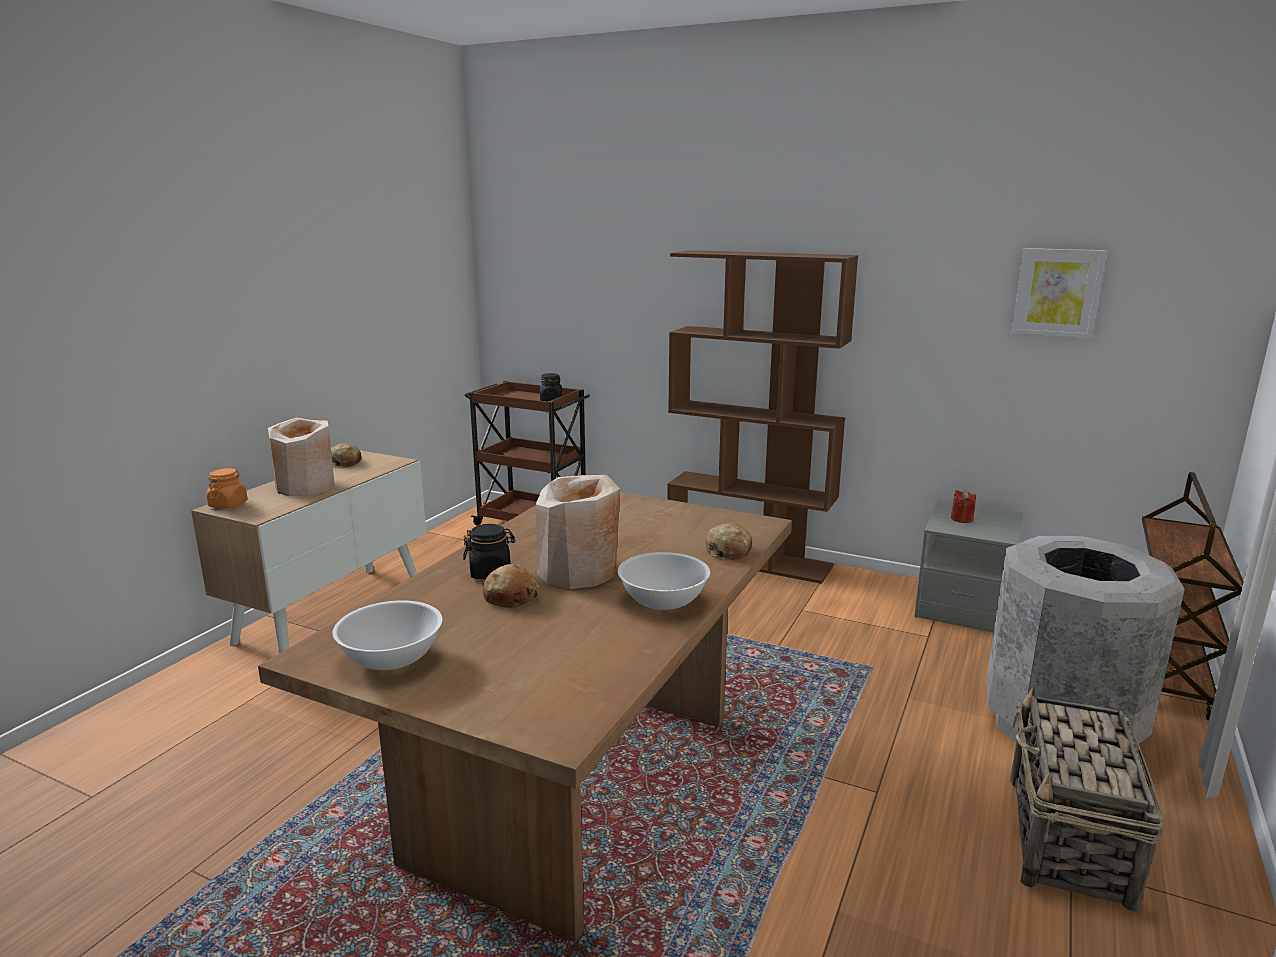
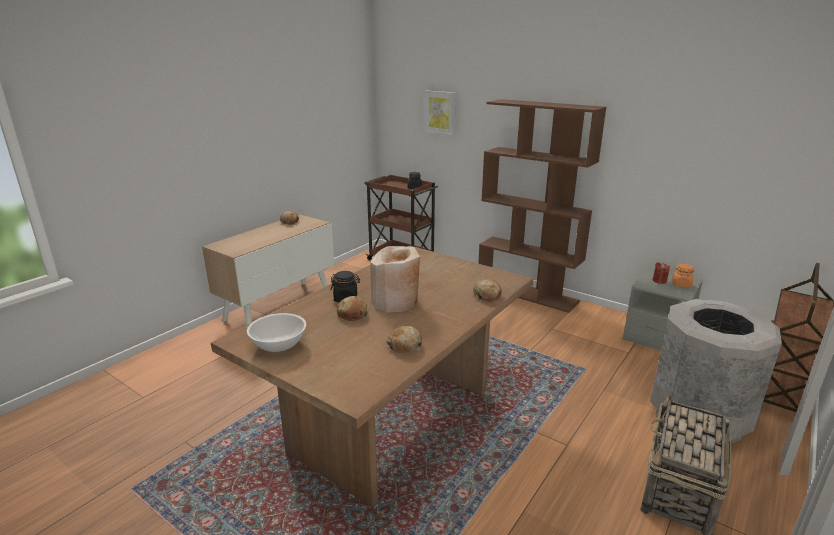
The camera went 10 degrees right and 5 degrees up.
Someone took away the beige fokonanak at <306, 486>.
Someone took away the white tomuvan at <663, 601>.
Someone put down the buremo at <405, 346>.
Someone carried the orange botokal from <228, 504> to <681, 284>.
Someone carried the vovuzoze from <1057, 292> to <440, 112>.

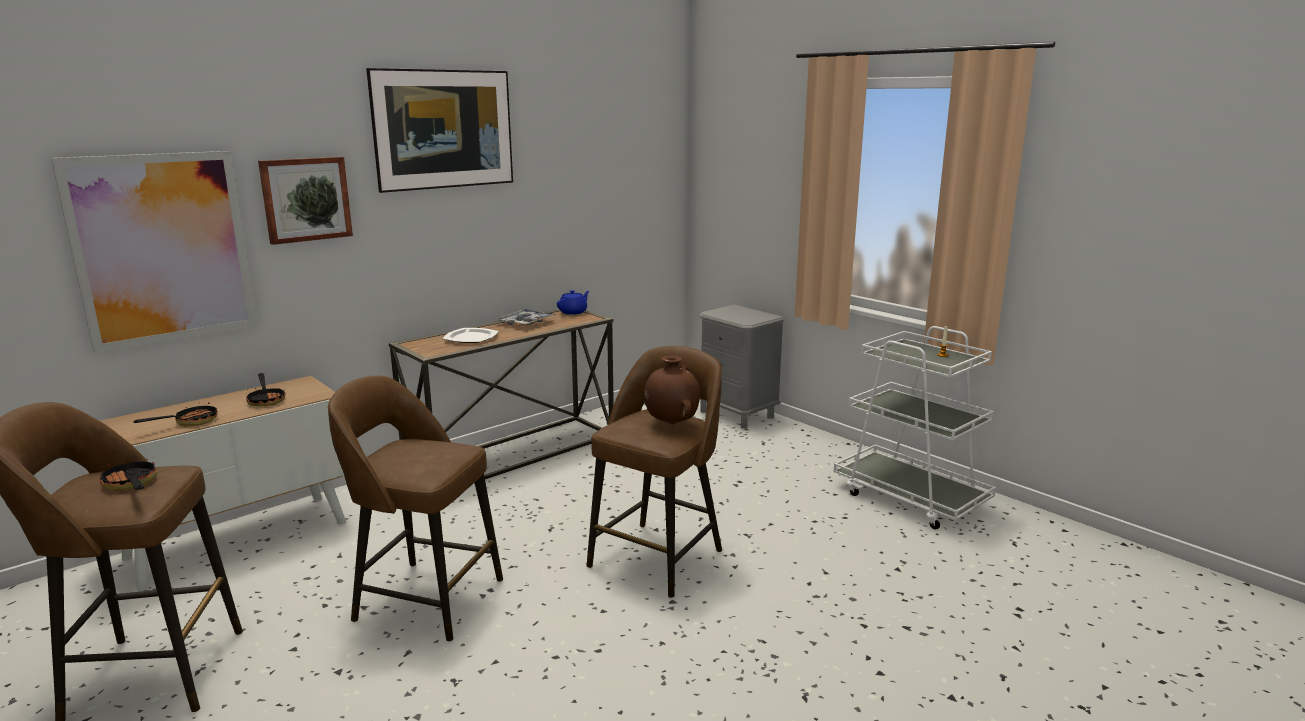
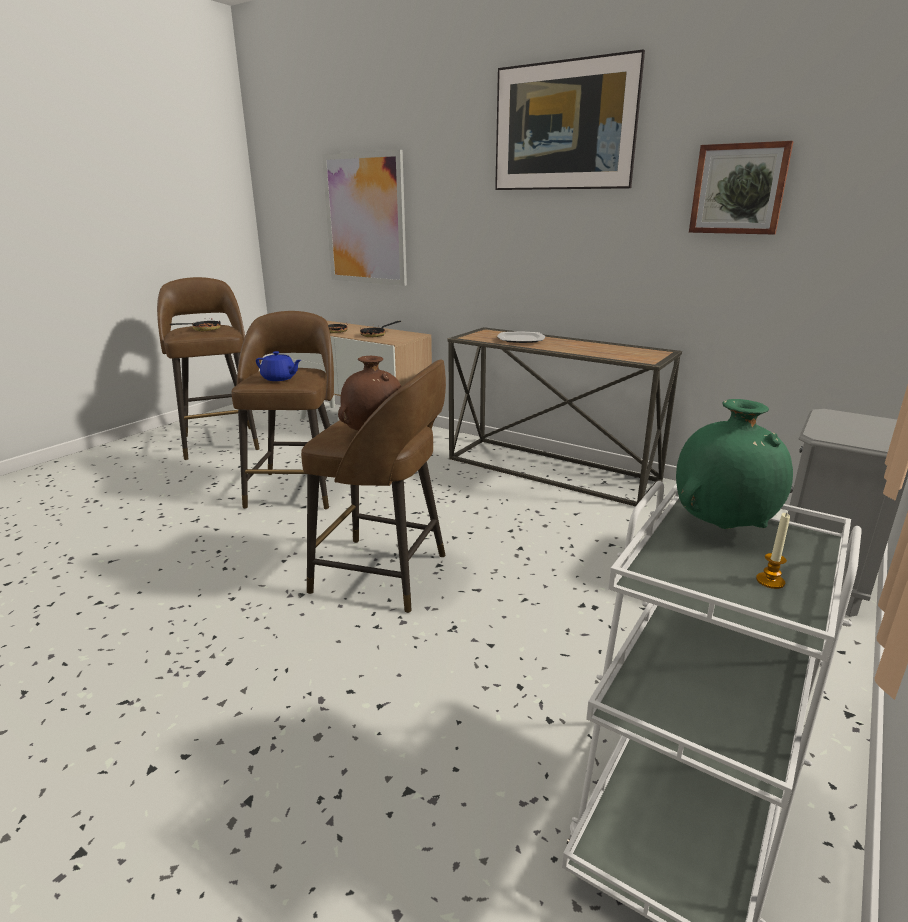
The camera went 75 degrees right and 5 degrees up.
Someone took away the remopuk at <526, 323>.
Someone put down the green fokonanak at <722, 526>.
Someone carried the vovuzoze from <306, 199> to <739, 189>.
Someone carried the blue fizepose from <573, 312> to <279, 378>.

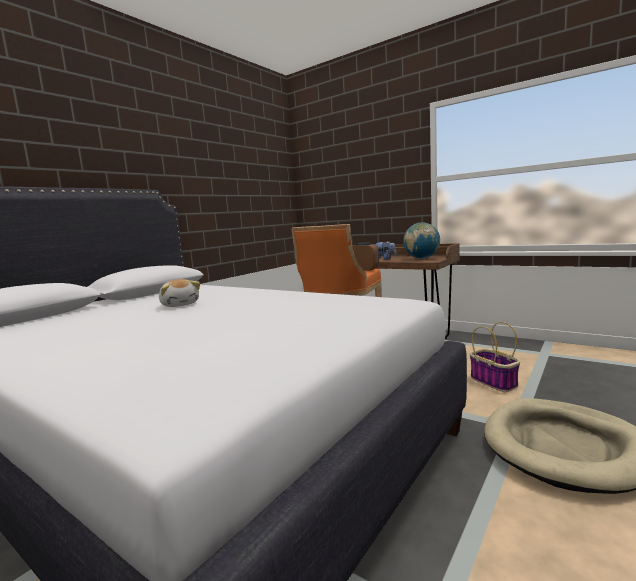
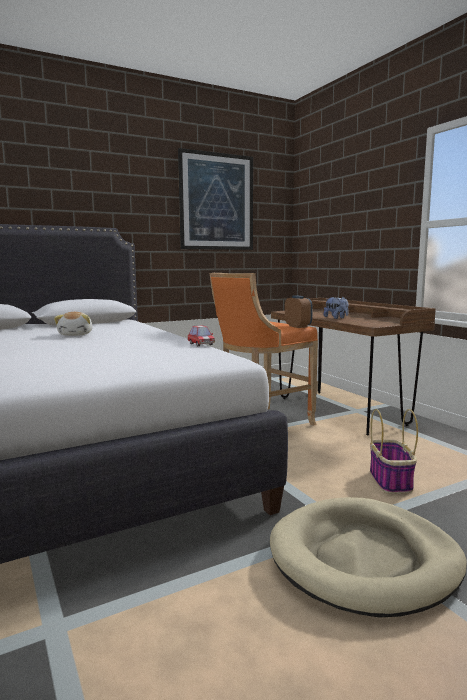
The camera went 25 degrees right and 0 degrees up.
Someone took away the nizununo at <421, 258>.
Someone put up the vovuzoze at <216, 202>.
Someone put down the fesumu at <201, 344>.

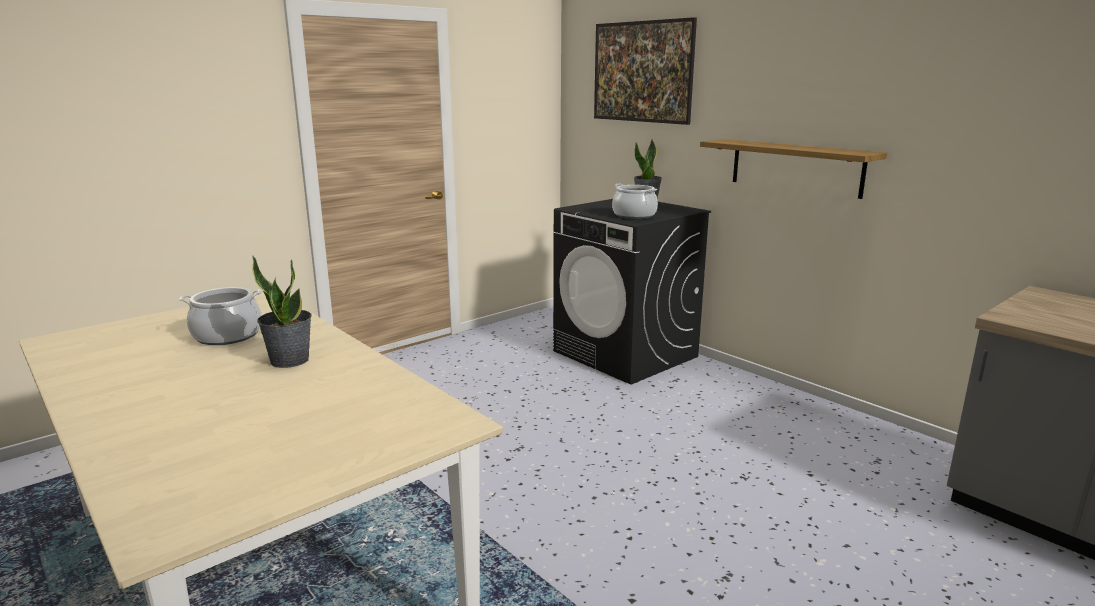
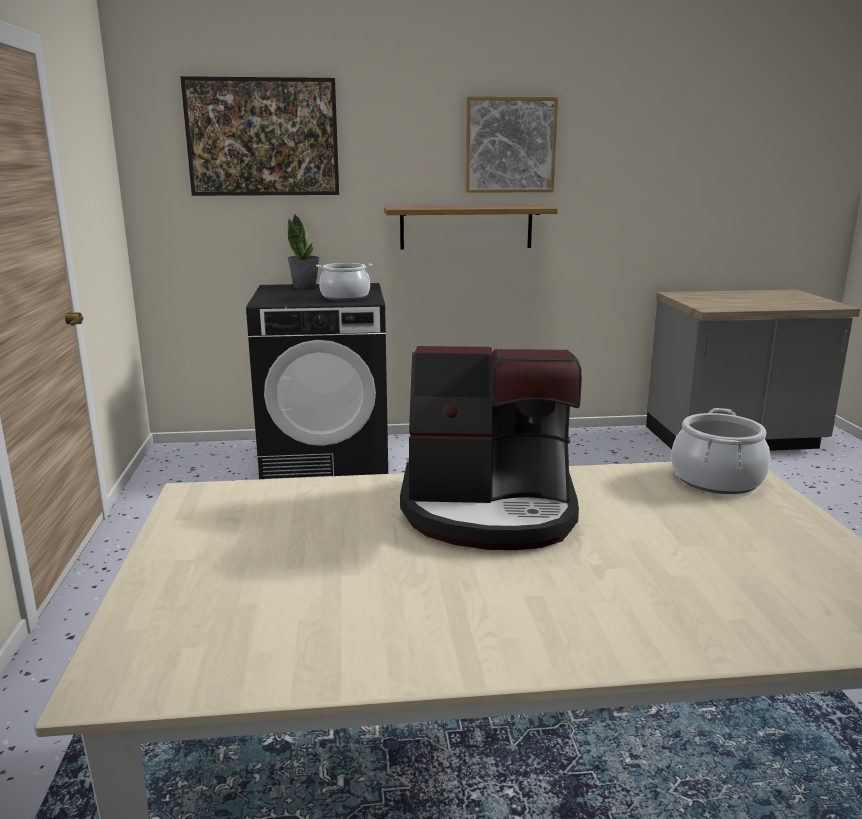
The camera went 55 degrees left and 0 degrees up.
Someone put up the vovuzoze at <510, 145>.
Someone carried the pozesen from <227, 335> to <716, 479>.
Someone swapped the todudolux at <289, 360> for the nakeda at <490, 510>.

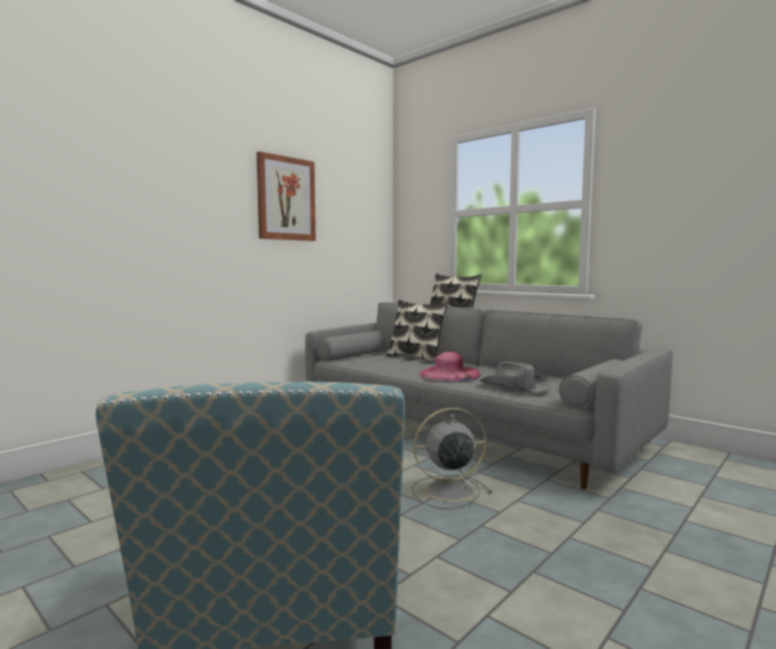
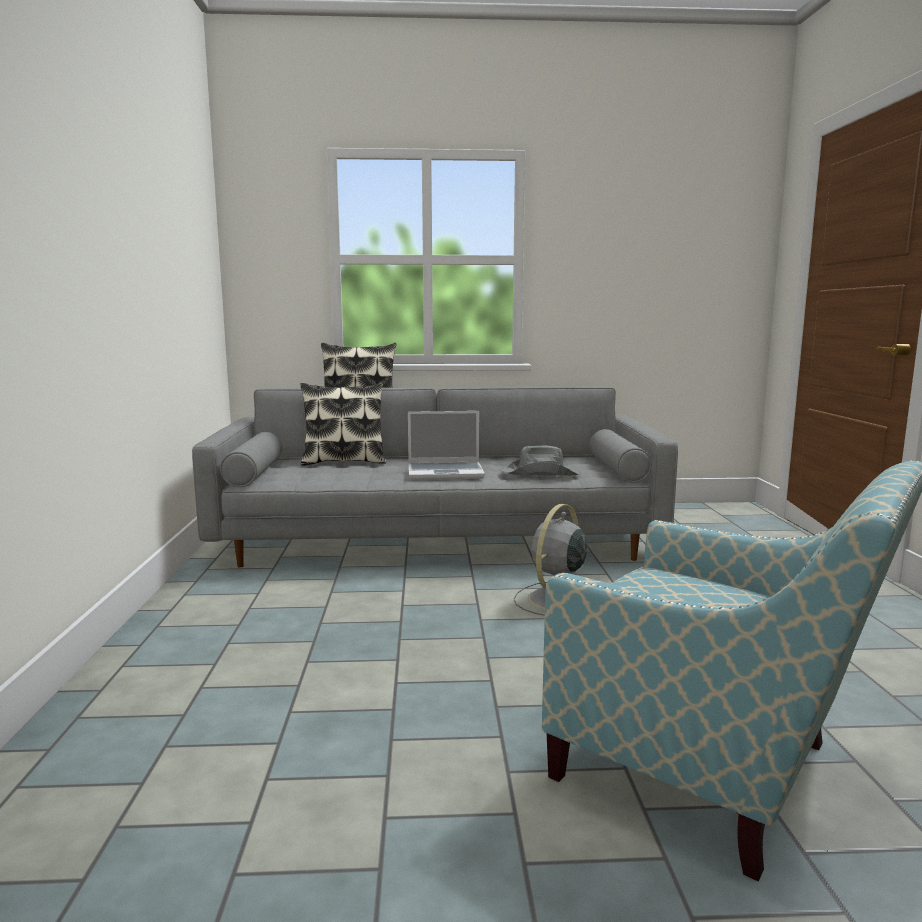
The camera went 45 degrees left and 5 degrees up.
Someone took away the vovuzoze at <286, 199>.
Someone swapped the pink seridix at <449, 374> for the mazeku at <446, 473>.

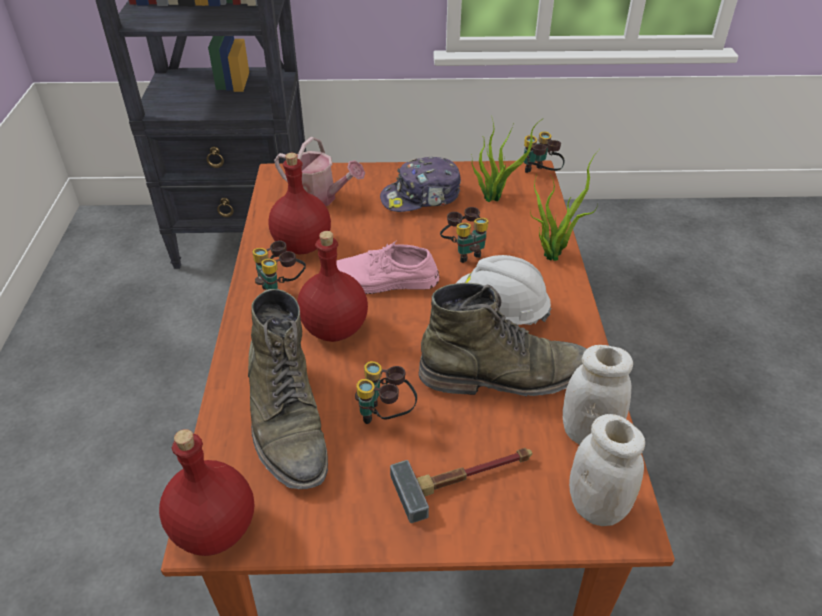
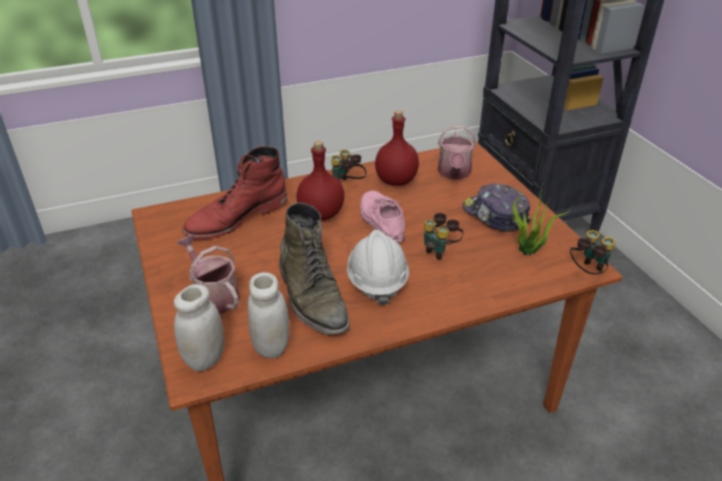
The camera went 70 degrees right and 5 degrees down.
Someone took away the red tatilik at <213, 530>.
Someone took away the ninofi at <385, 416>.
Someone took away the todudolux at <551, 253>.
Someone swapped the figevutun at <466, 478> for the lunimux at <213, 295>.
Someone repainted the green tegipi at <287, 421>, which became the red tegipi at <236, 217>.

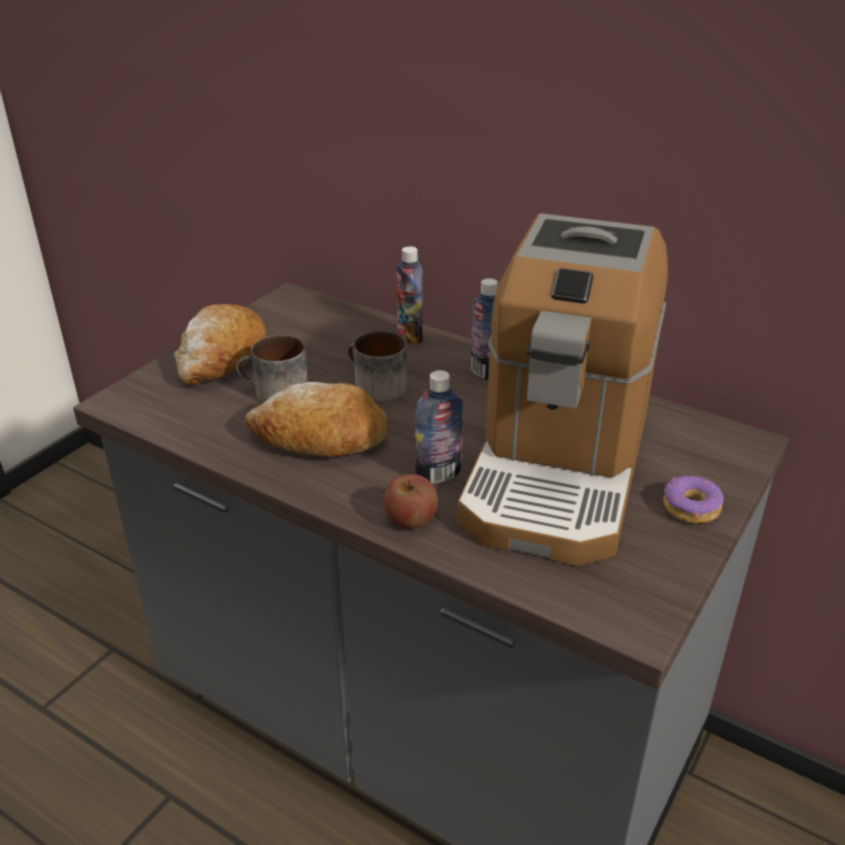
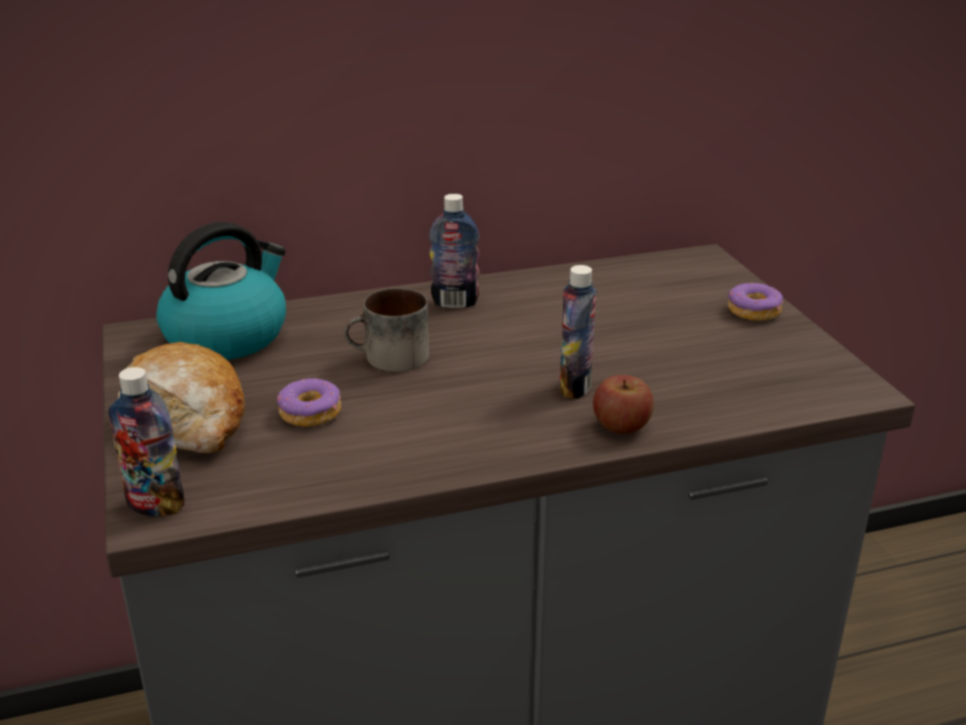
The camera went 50 degrees left and 5 degrees down.
Someone took away the buremo at <319, 438>.
Someone took away the nakeda at <558, 468>.
Someone put down the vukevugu at <227, 335>.
Someone carried the tatilik from <410, 336> to <155, 505>.
Someone swapped the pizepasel at <274, 393> for the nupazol at <310, 413>.

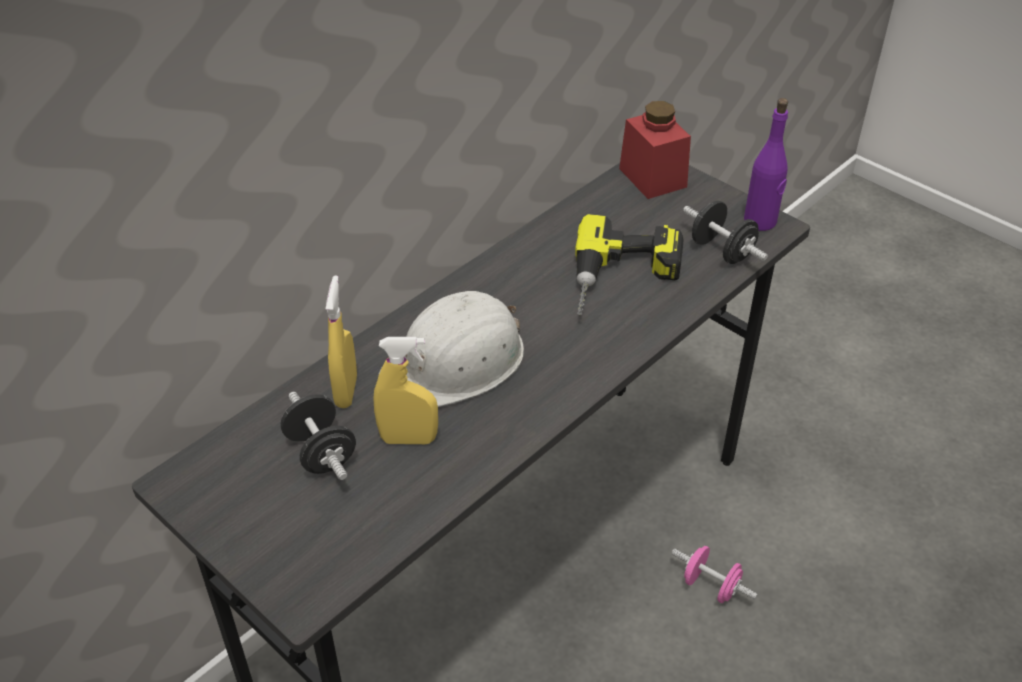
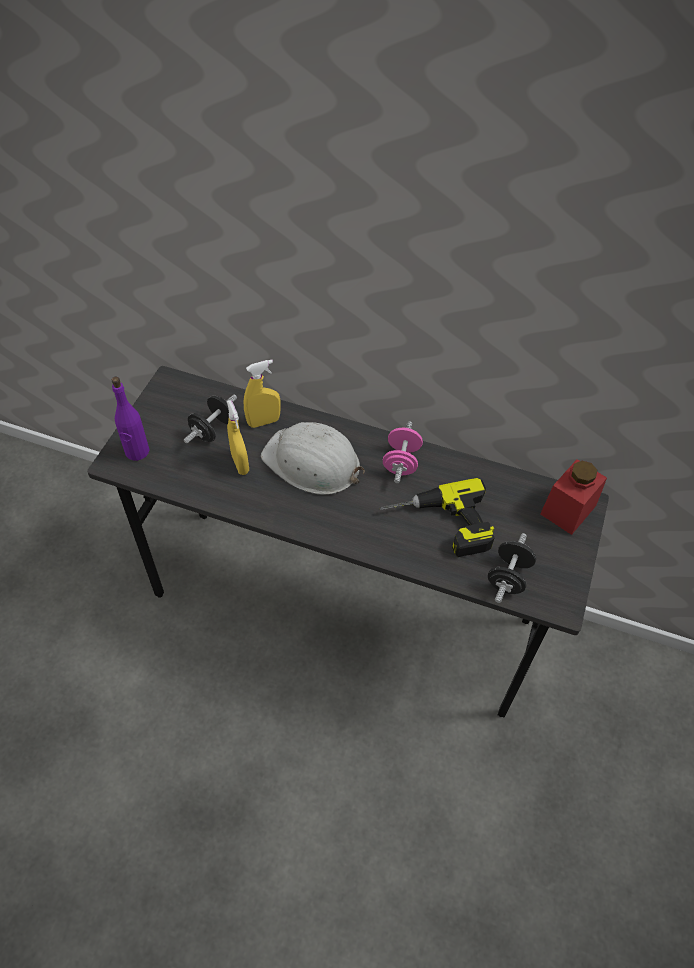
The camera went 65 degrees right and 10 degrees up.
Someone carried the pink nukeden from <710, 586> to <401, 462>.
Someone carried the purple tatilik from <760, 221> to <137, 451>.

